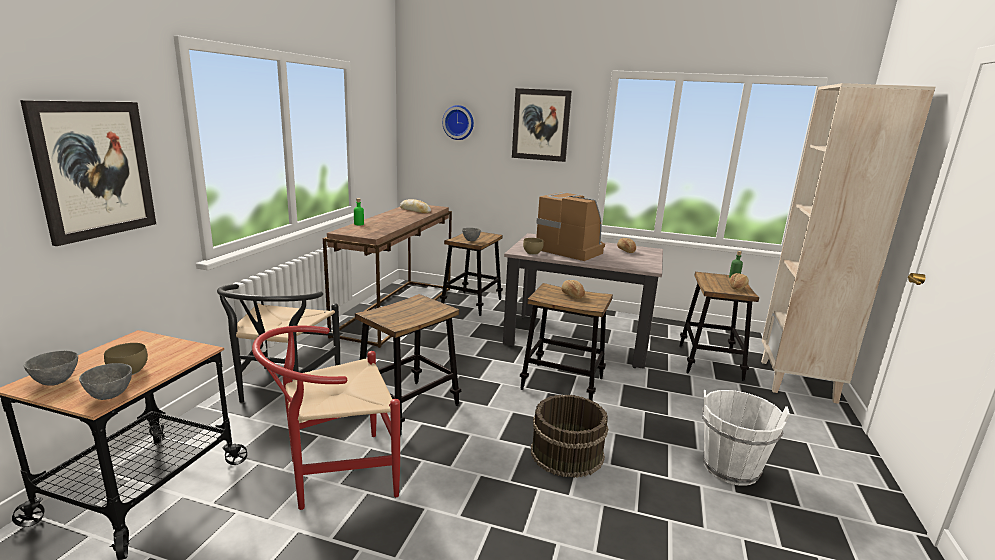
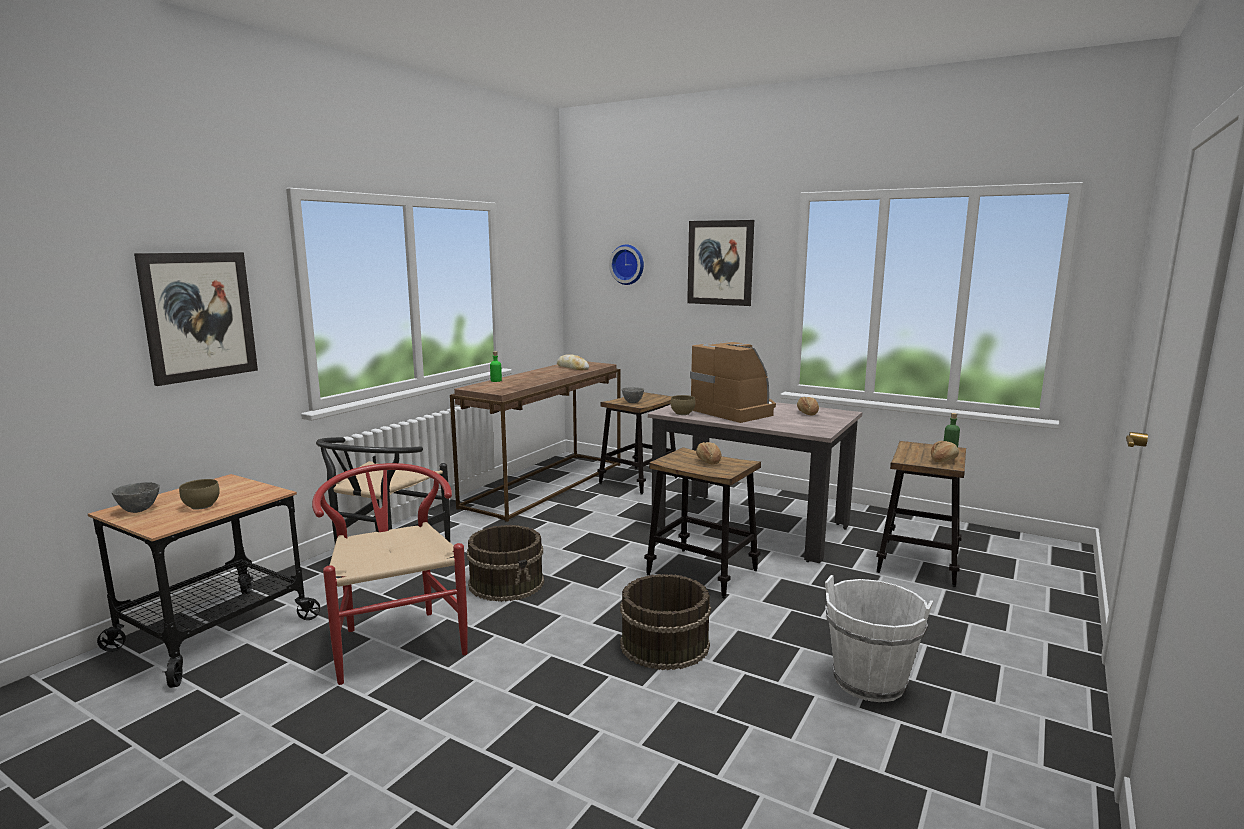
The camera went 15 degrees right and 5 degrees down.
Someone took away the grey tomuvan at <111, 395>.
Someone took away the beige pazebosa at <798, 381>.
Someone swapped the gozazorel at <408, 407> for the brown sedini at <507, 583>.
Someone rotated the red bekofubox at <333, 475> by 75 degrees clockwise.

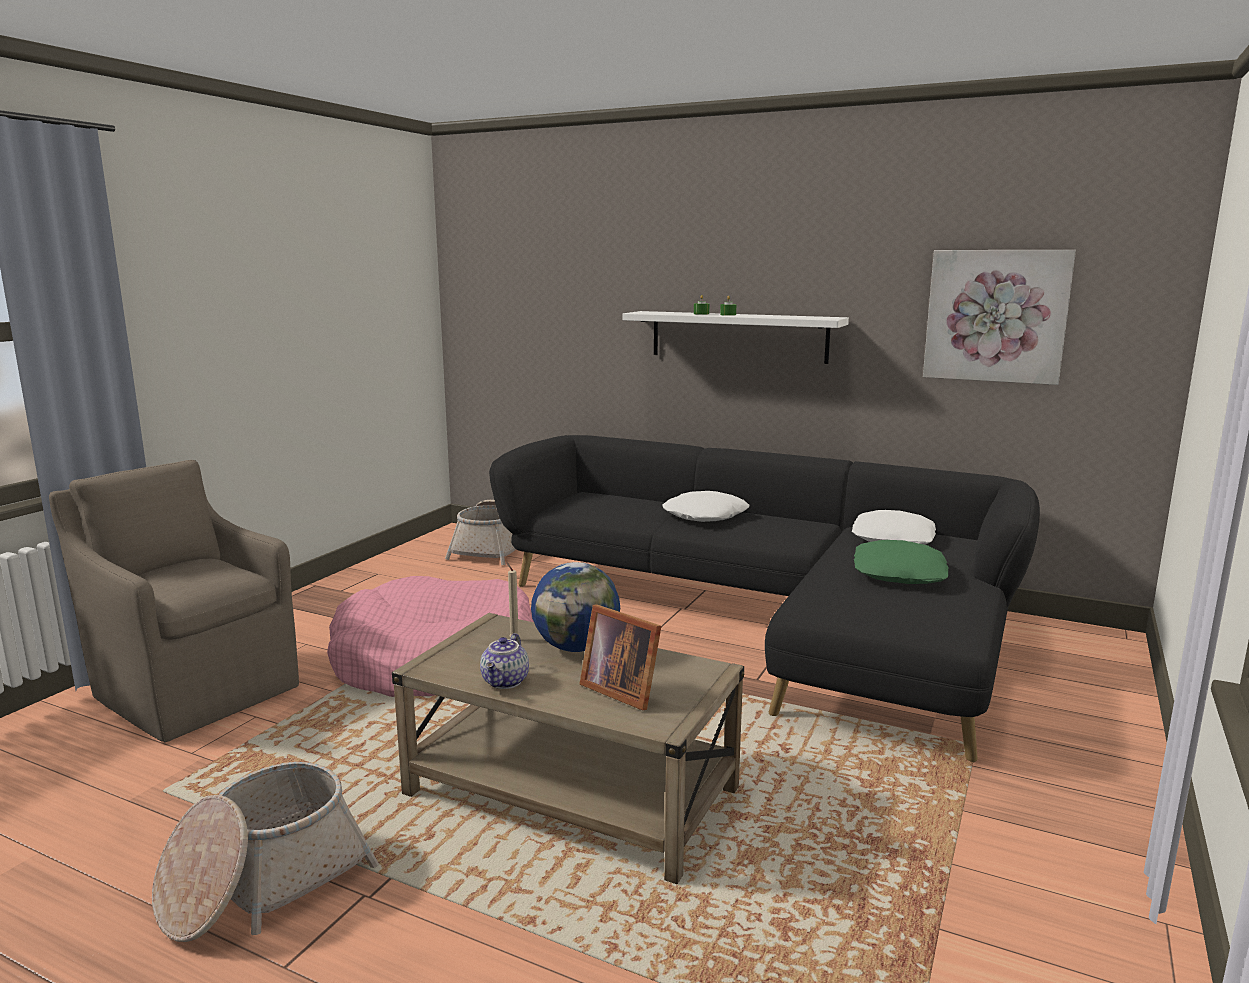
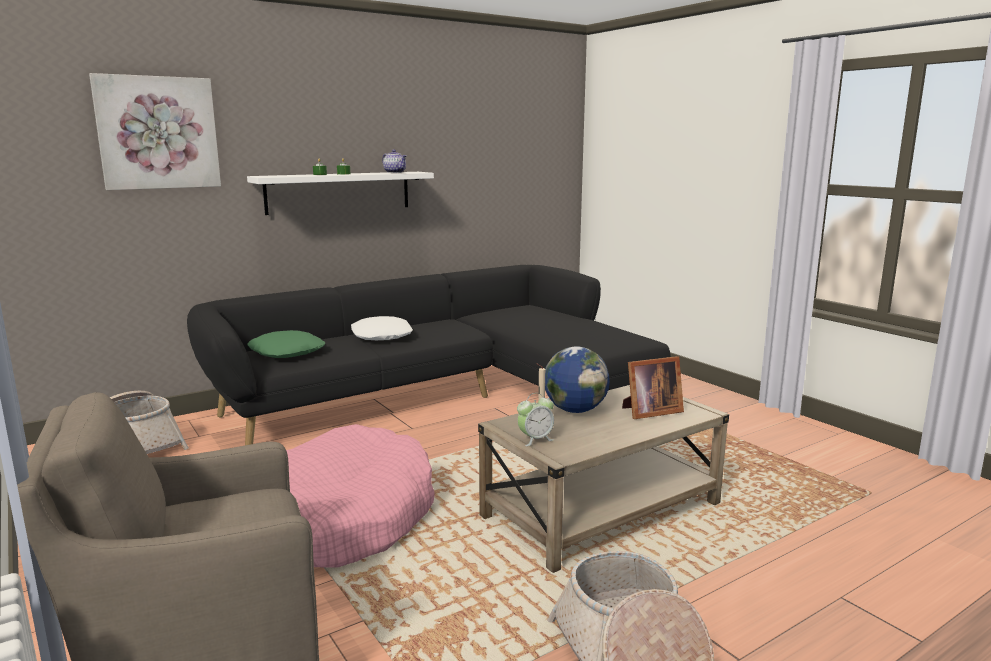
The camera went 60 degrees left and 0 degrees up.
Someone took away the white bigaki at <894, 538>.
Someone put down the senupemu at <535, 439>.
Someone carried the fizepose from <506, 682> to <395, 172>.
Someone carried the green bigaki from <900, 573> to <287, 352>.
Someone carried the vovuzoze from <996, 316> to <158, 133>.

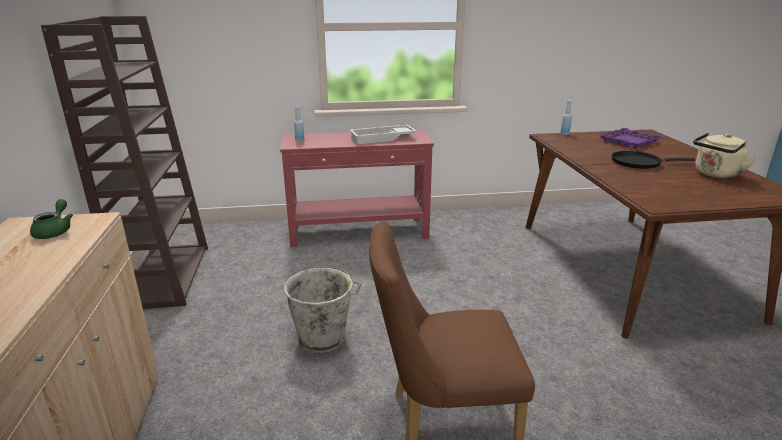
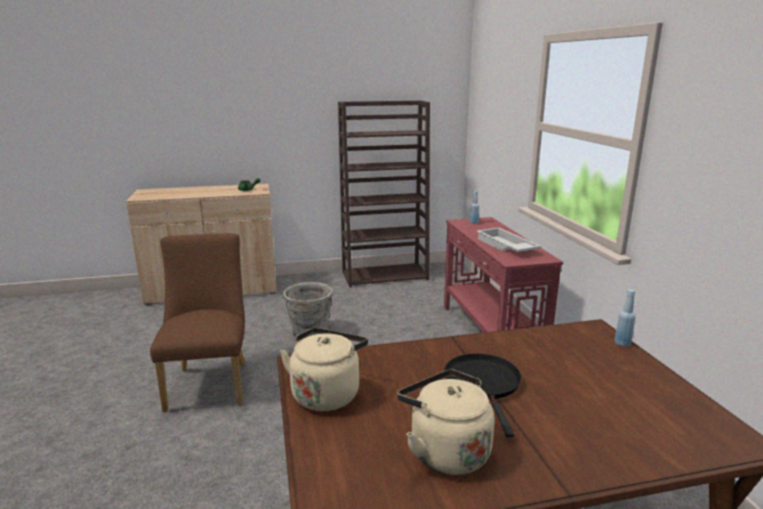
The camera went 85 degrees right and 5 degrees down.
Someone took away the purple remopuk at <629, 141>.
Someone put down the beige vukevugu at <327, 393>.

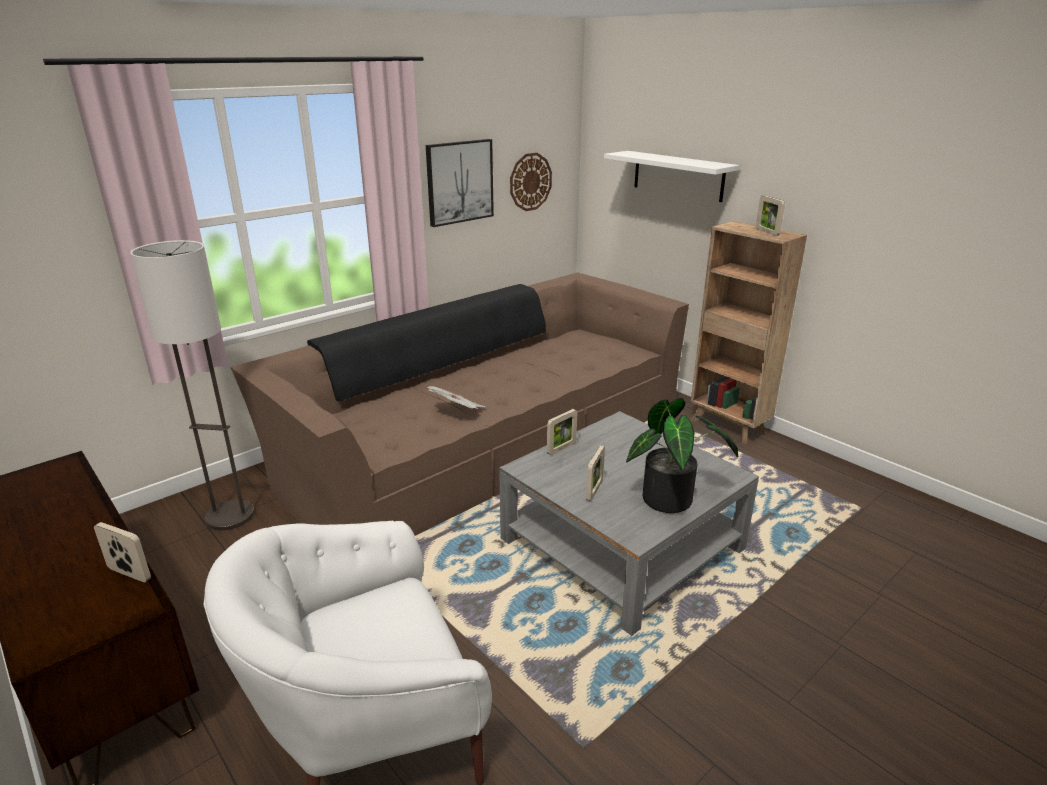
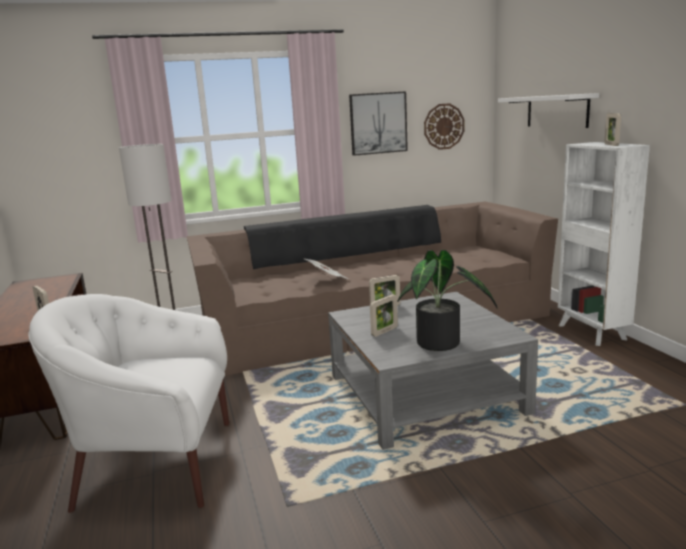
The camera went 25 degrees right and 10 degrees down.
Someone repainted the brown pazebosa at <728, 426>, which became the white pazebosa at <592, 333>.

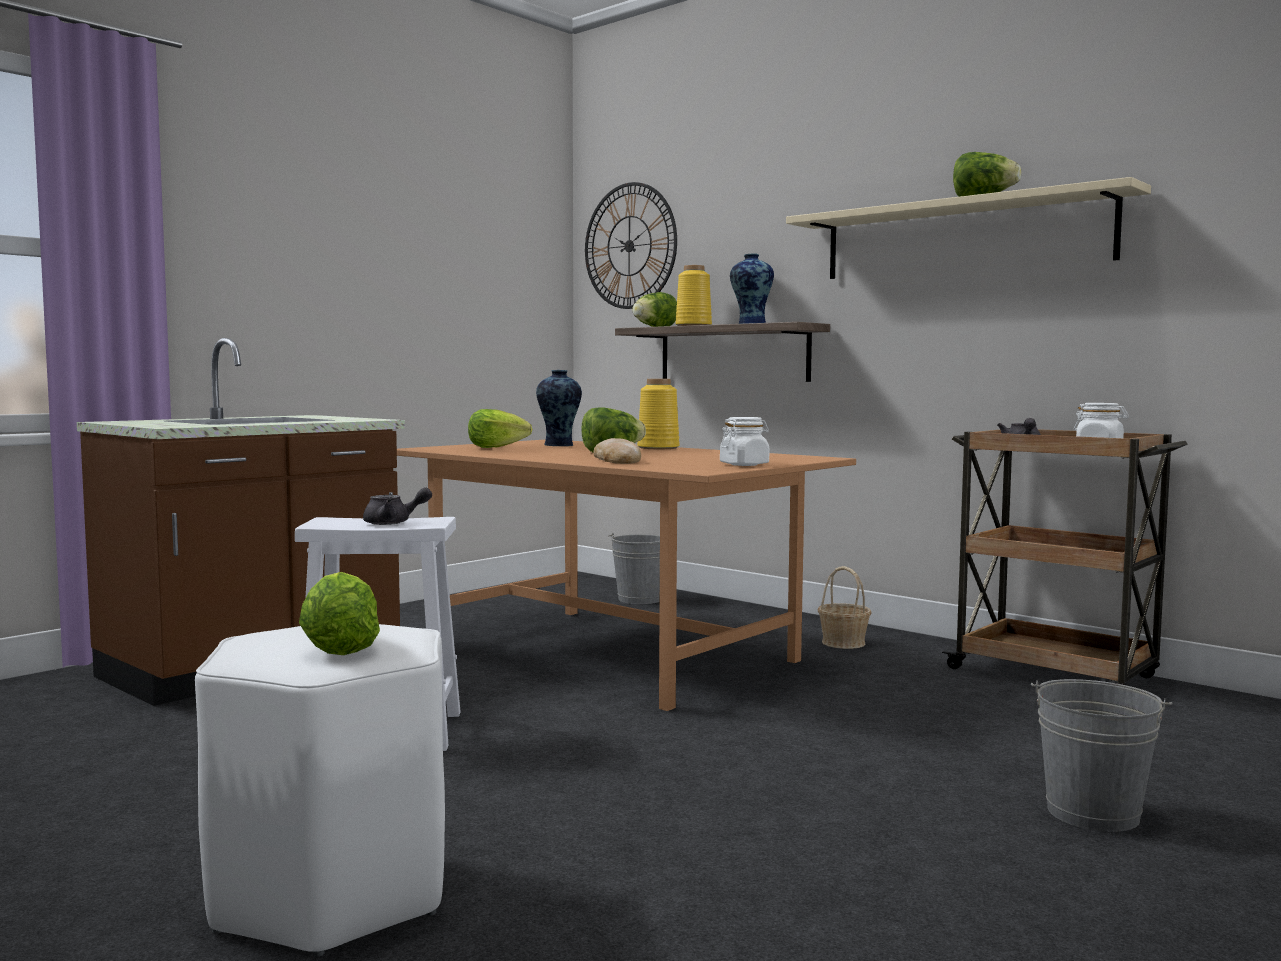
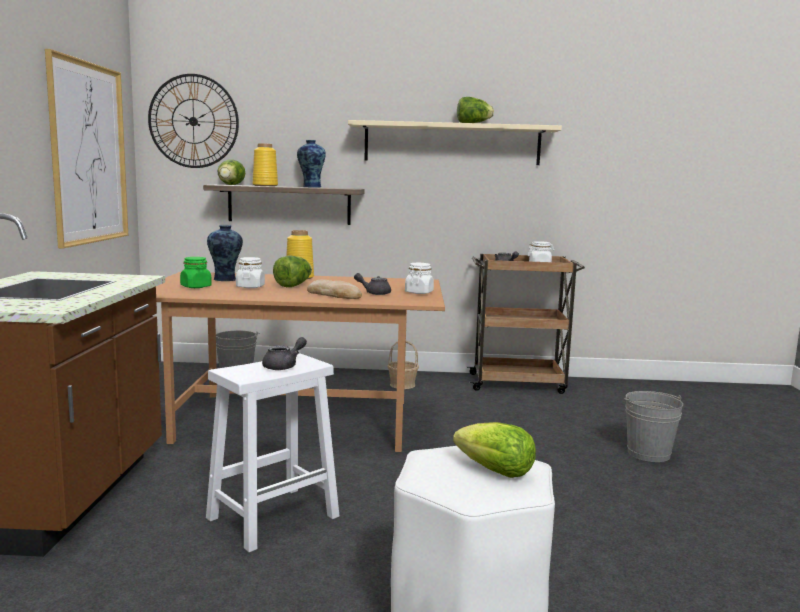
The camera went 40 degrees left and 5 degrees up.
Someone put up the vovuzoze at <89, 153>.
Someone put down the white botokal at <250, 287>.
Someone put down the grey fizepose at <374, 293>.
Someone swapped the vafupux at <496, 447> for the green botokal at <196, 287>.

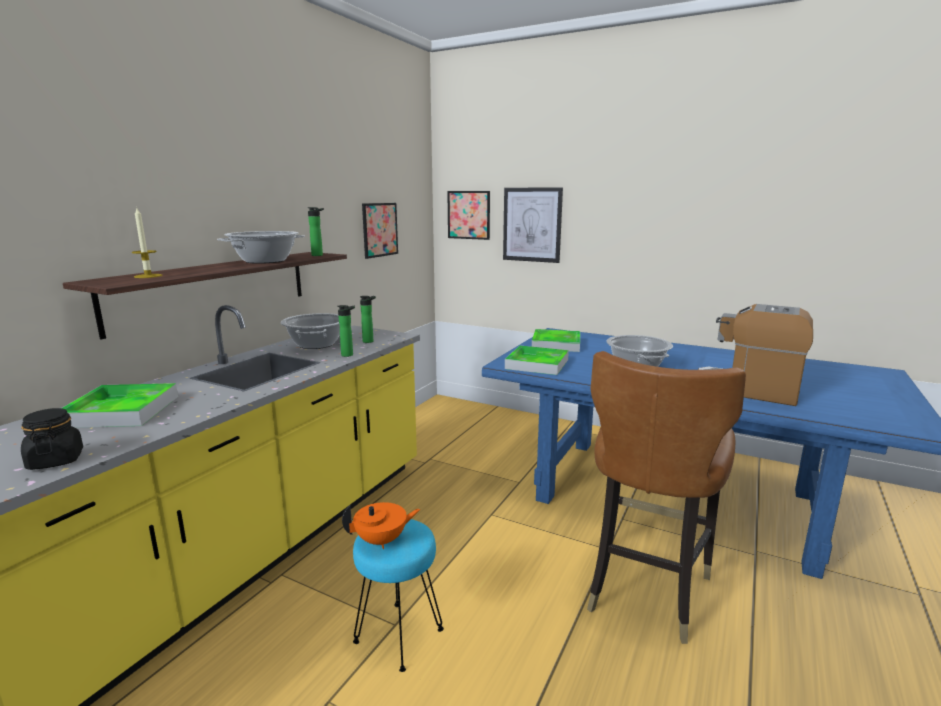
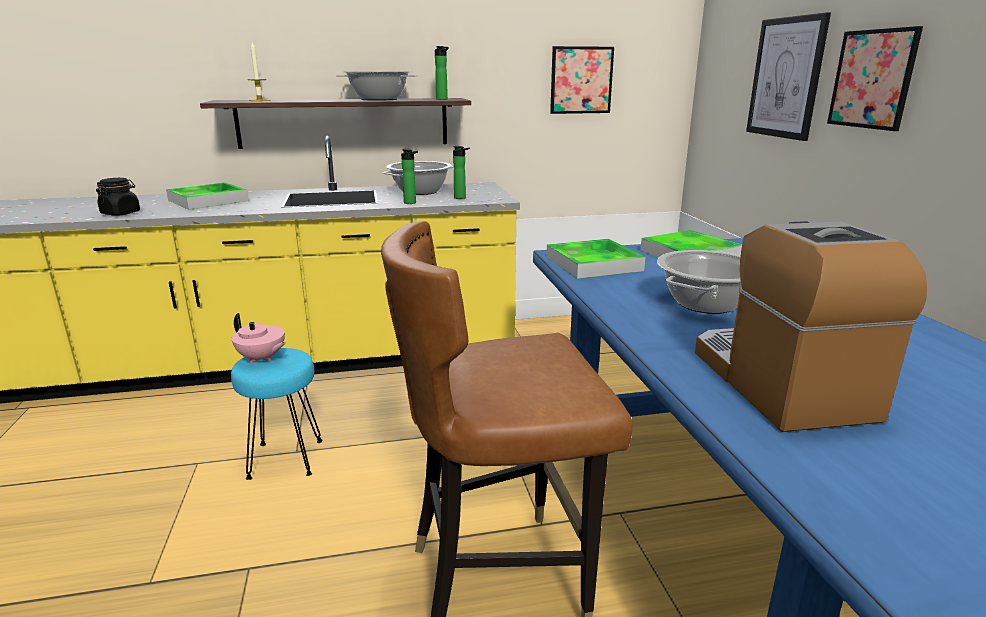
The camera went 50 degrees right and 5 degrees up.
Someone carried the vovuzoze from <468, 215> to <872, 79>.
Someone repainted the orange fizepose at <382, 540>, which became the pink fizepose at <262, 359>.

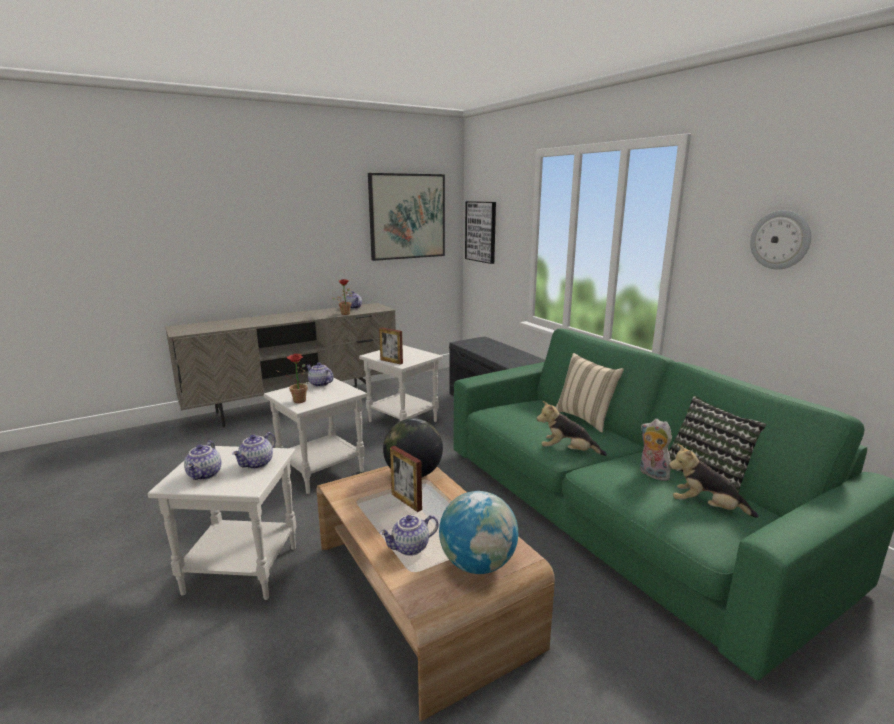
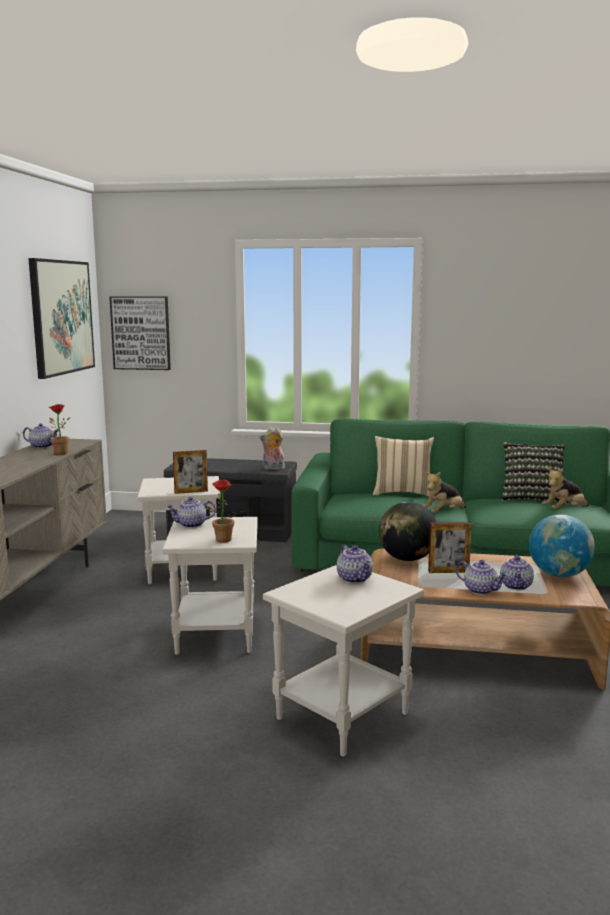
The camera went 50 degrees left and 5 degrees down.
Someone took away the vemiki at <780, 240>.
Someone carried the fizepose from <205, 475> to <480, 590>.
Someone carried the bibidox from <651, 474> to <273, 468>.

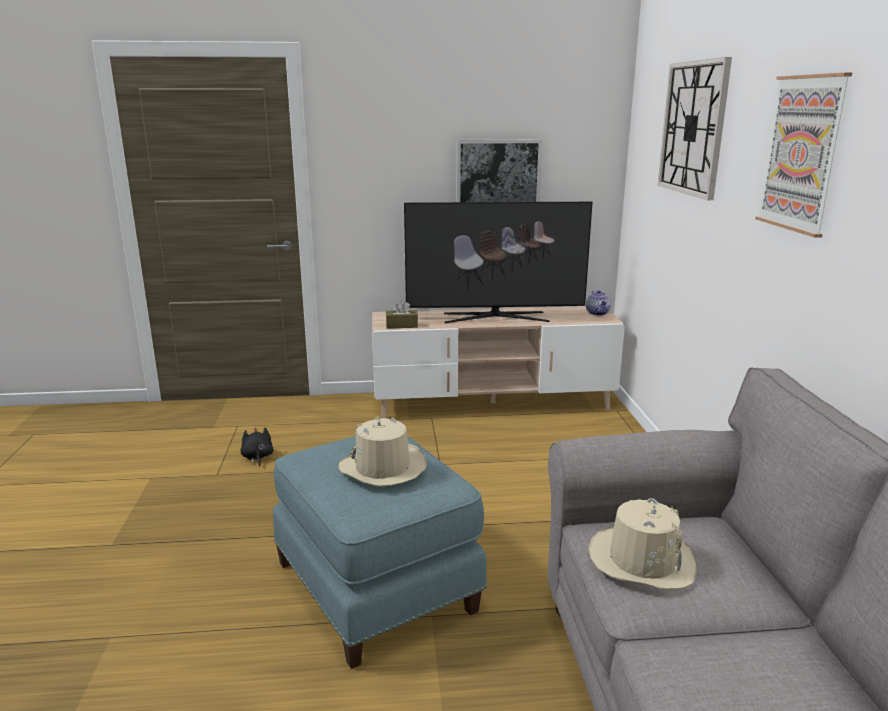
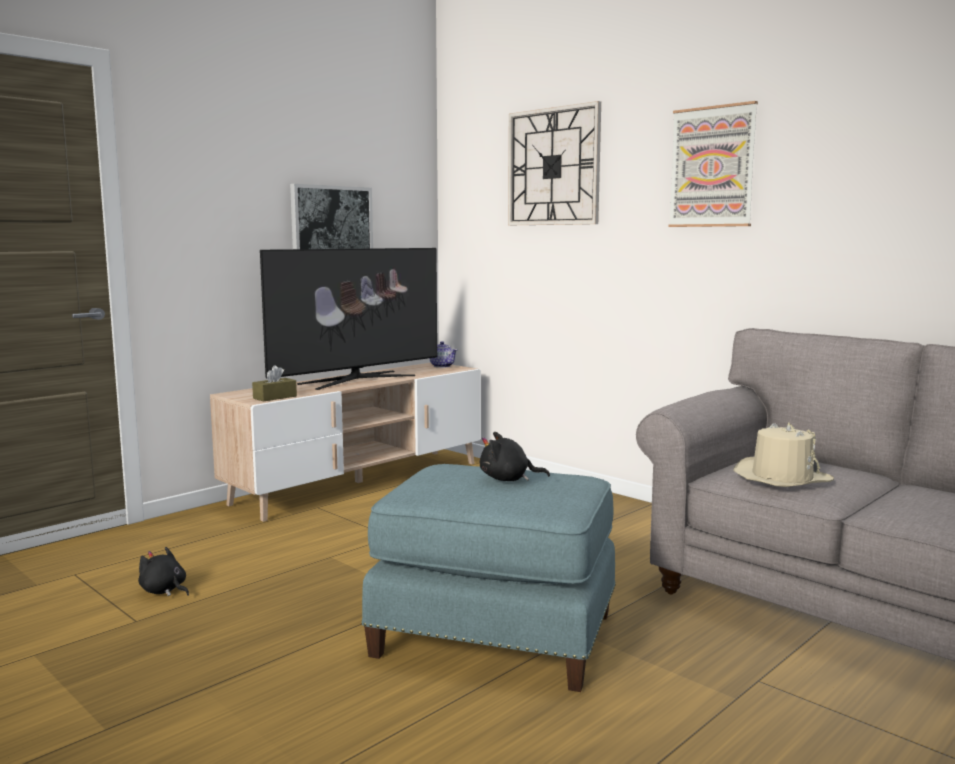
The camera went 40 degrees left and 10 degrees down.
Someone swapped the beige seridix at <383, 467> for the black bibidox at <508, 479>.

